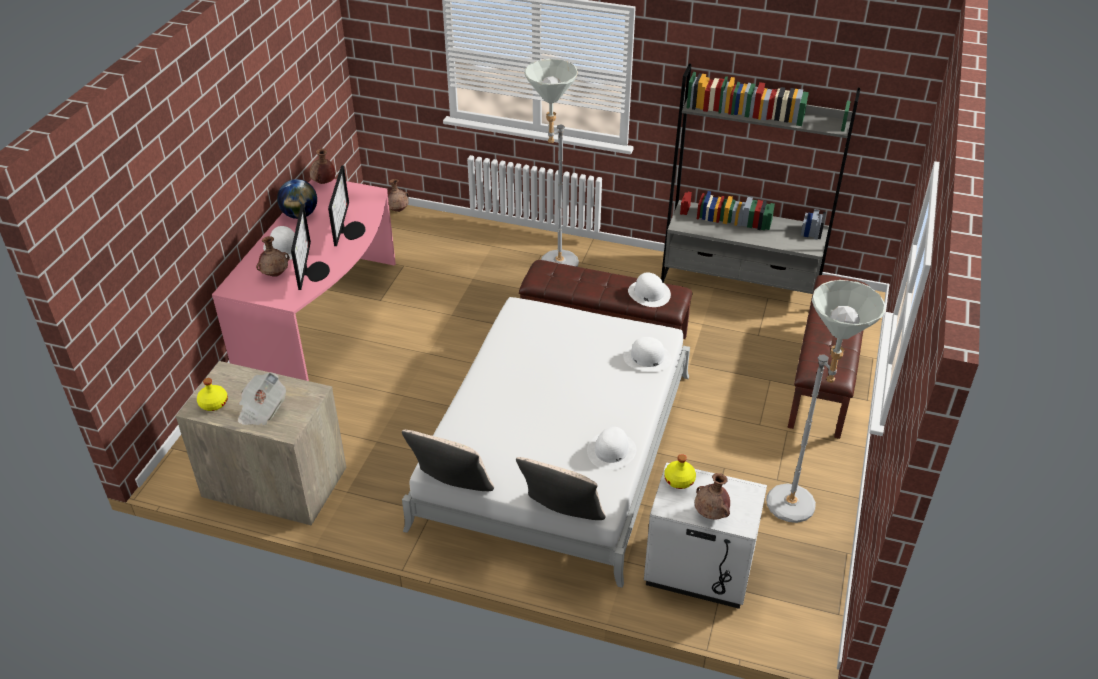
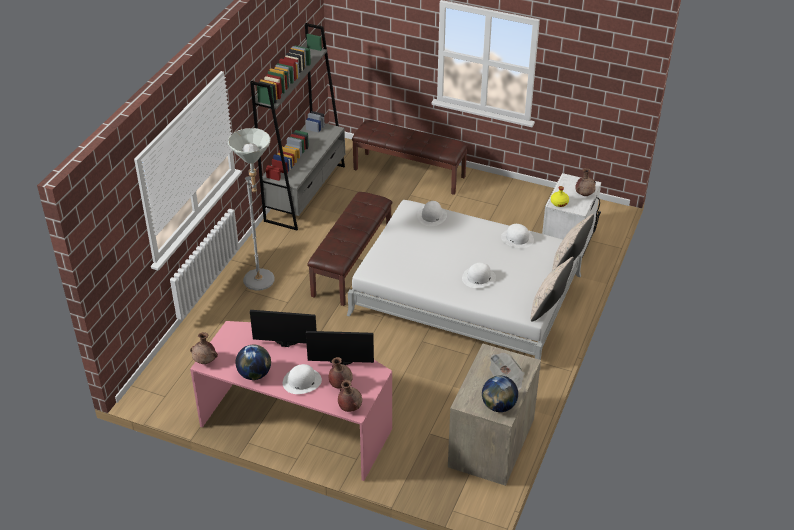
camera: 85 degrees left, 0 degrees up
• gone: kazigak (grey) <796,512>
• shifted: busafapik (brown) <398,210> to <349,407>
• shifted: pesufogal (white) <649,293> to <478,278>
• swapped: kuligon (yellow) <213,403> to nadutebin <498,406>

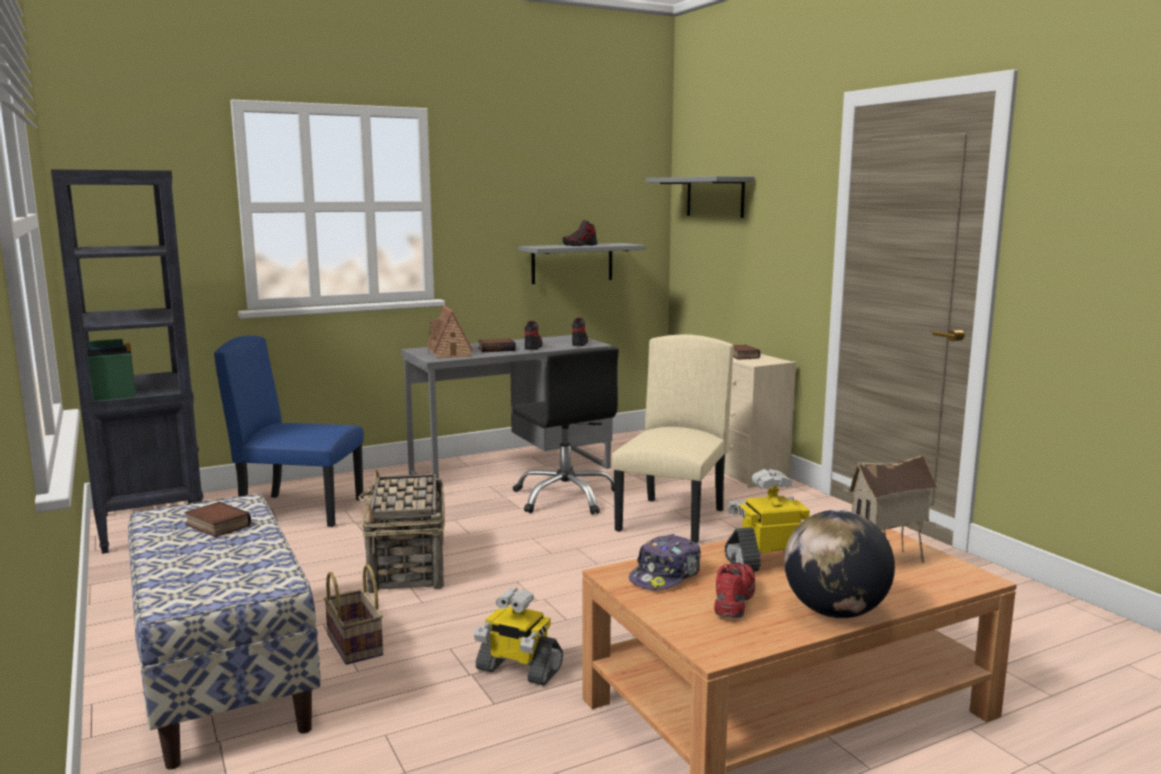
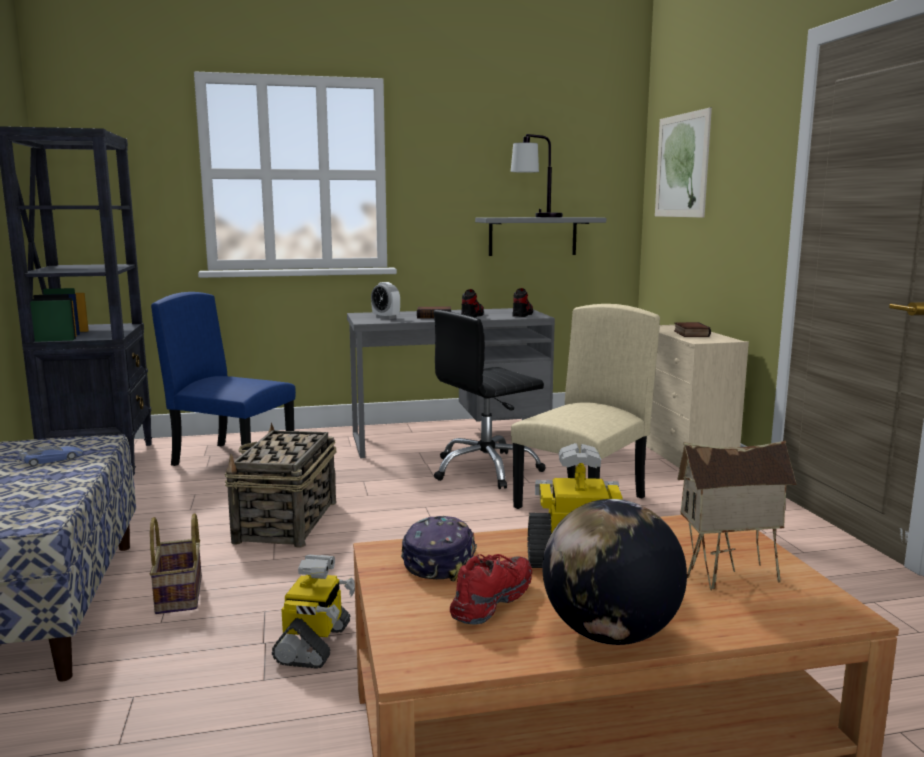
camera: 15 degrees right, 0 degrees up
• swapped: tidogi <216,525> to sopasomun <52,460>
• swapped: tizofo <450,353> to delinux <386,317>
• swapped: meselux <580,245> to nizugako <536,217>
• swapped: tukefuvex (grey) <715,197> to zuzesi <682,166>
• rotated: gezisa <518,669> = <315,644> 120 degrees counterclockwise
• rotated: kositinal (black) <566,497> = <486,469> 75 degrees clockwise
• rotated: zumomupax <666,575> = <439,560> 135 degrees clockwise

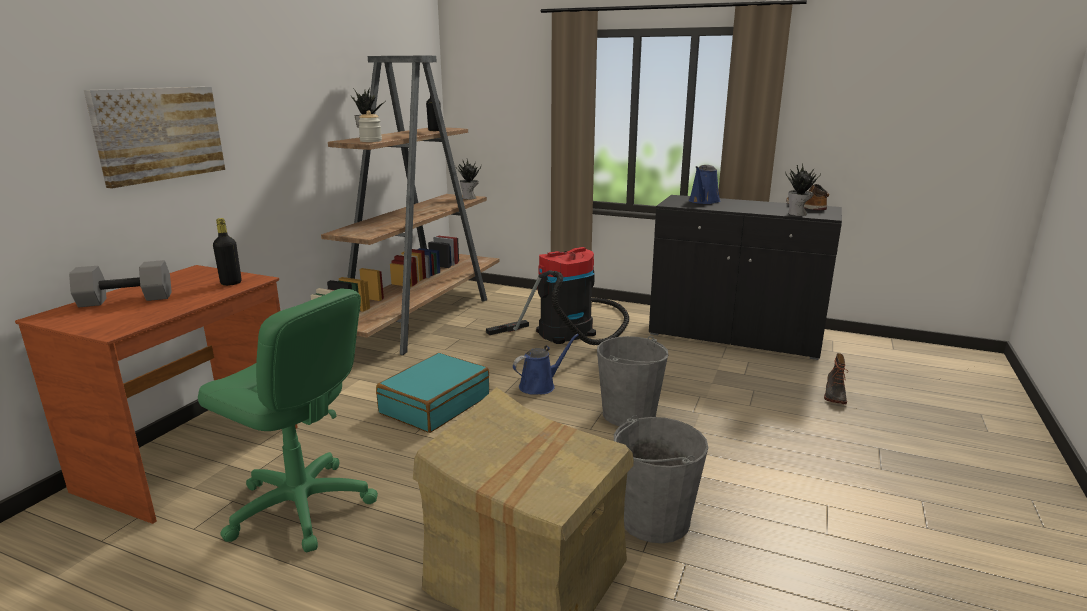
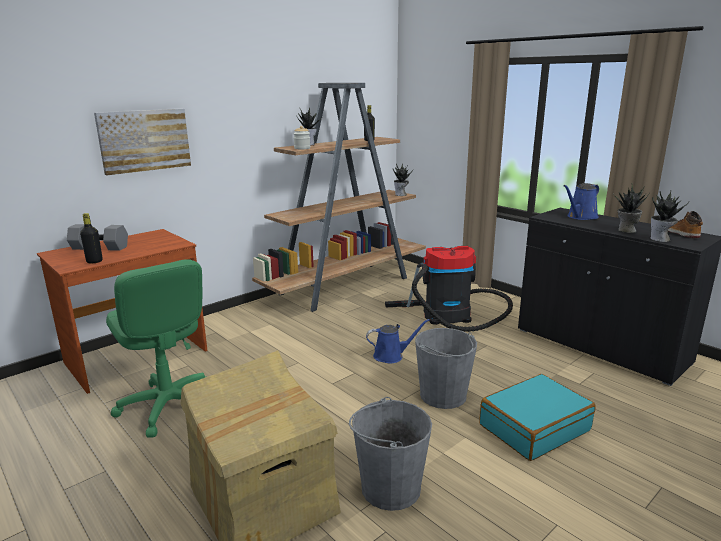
camera: 25 degrees right, 0 degrees up
• gone: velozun <834,395>
• new: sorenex <626,230>
• shifted: kuligon (black) <231,283> to <94,261>
• shifted: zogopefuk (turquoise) <435,404> to <534,427>

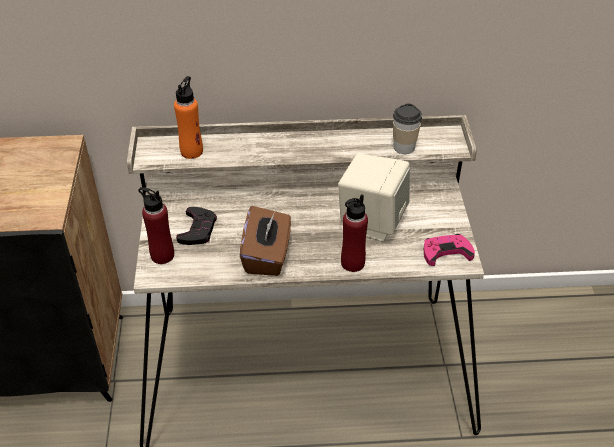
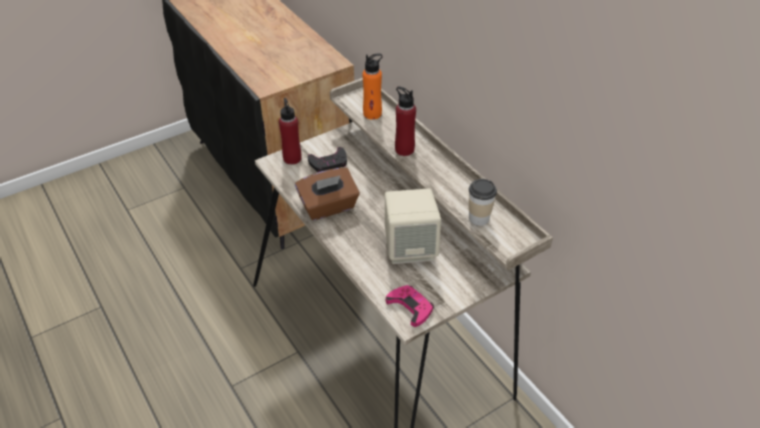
camera: 60 degrees right, 0 degrees up
• shifted: kuligon (red) <352,263> to <404,149>

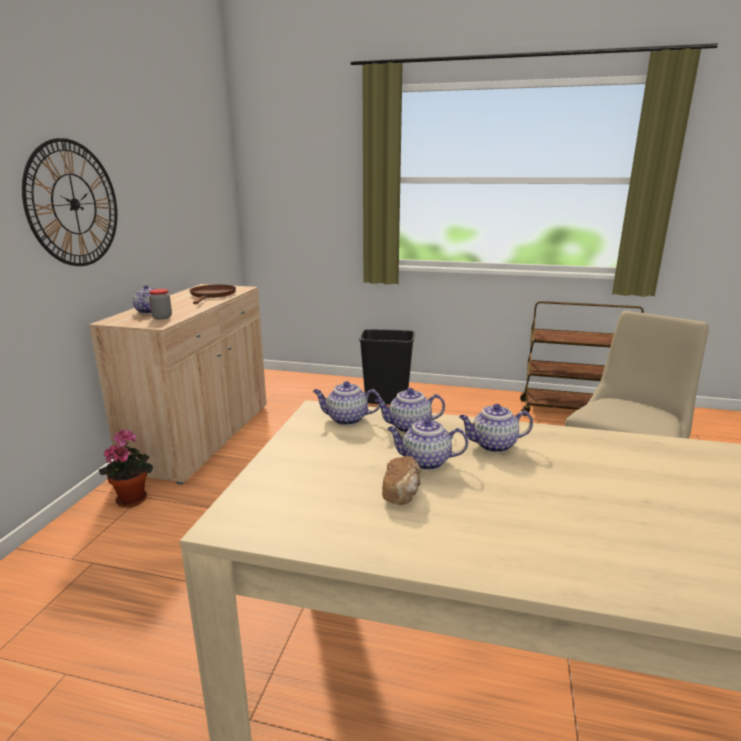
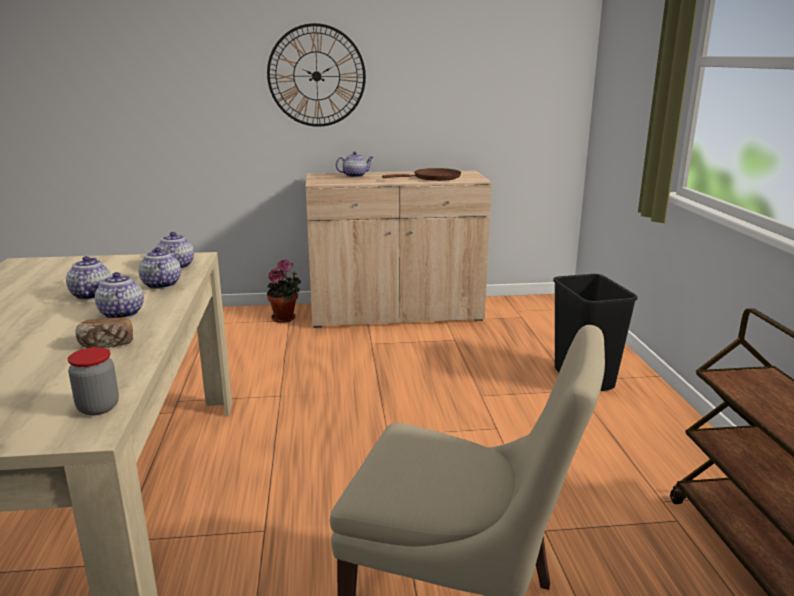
camera: 70 degrees right, 0 degrees up
• shifted: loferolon <162,317> to <98,407>
• shifted: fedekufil <402,492> to <107,344>

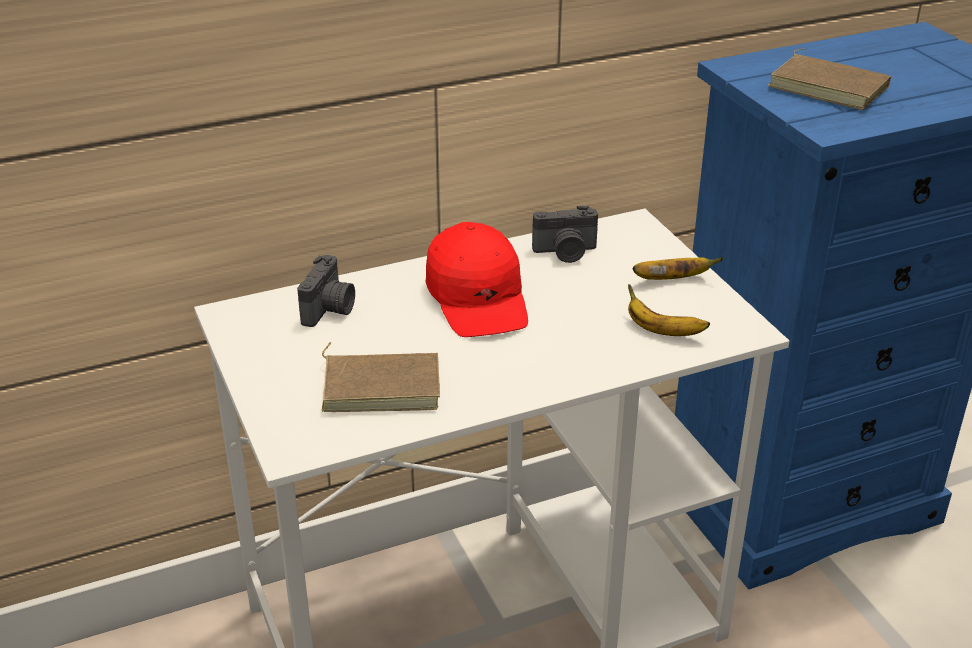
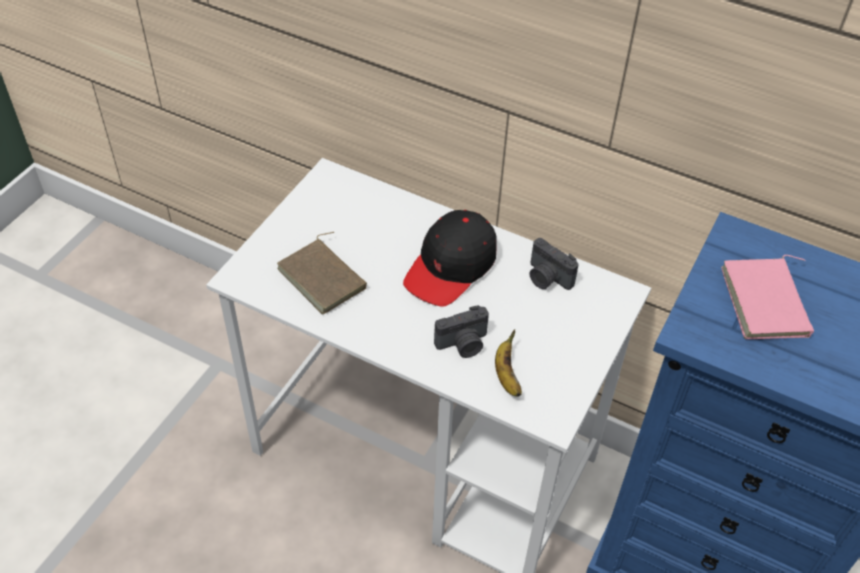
camera: 50 degrees right, 15 degrees up
• gone: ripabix <672,279>
• shifted: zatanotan <330,309> to <463,344>
• repainted: zumomupax (red) <478,298> to zumomupax (black) <451,267>
• repainted: tidogi (brown) <830,86> to tidogi (pink) <768,303>

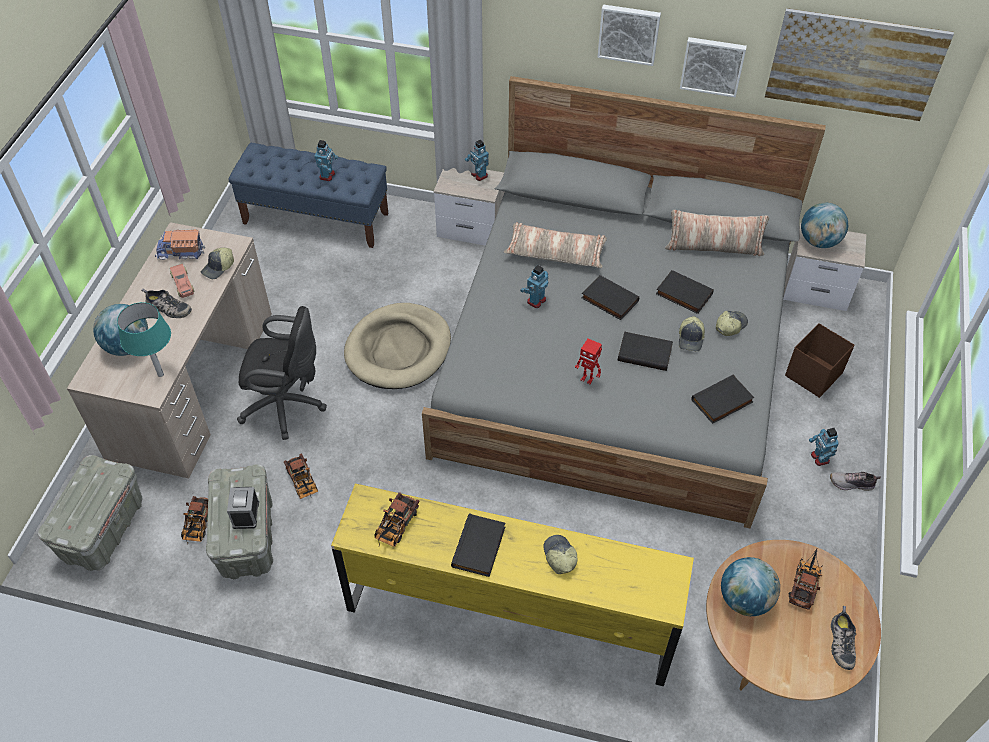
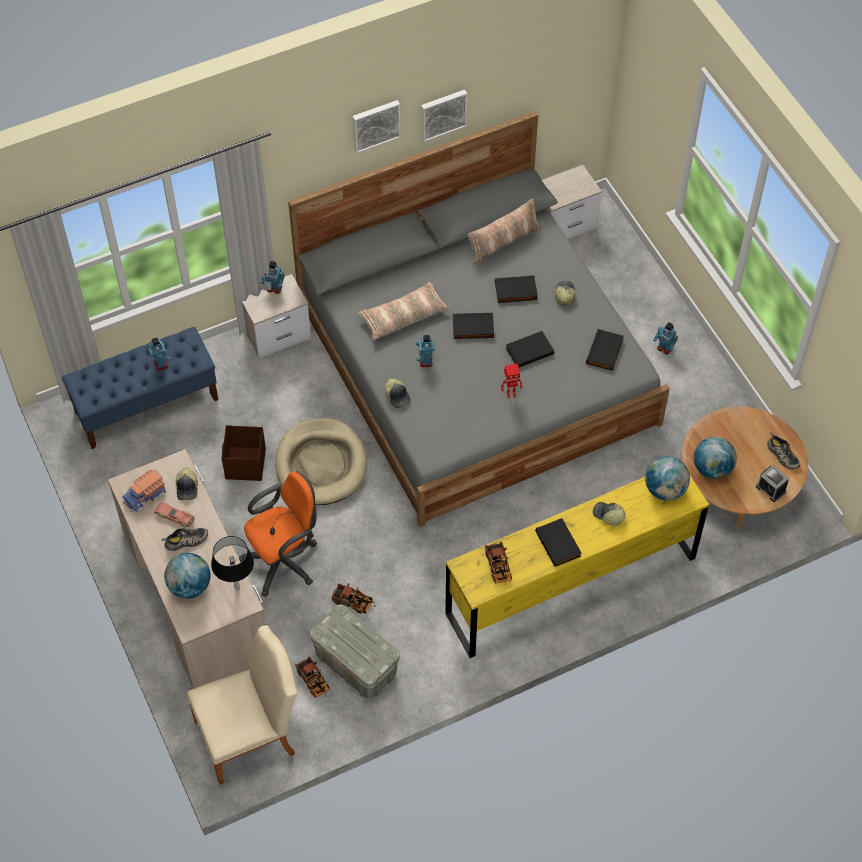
camera: 40 degrees left, 5 degrees up
• gone: zuzesi <854,64>
• gone: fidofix <805,583>
• gone: meselux <852,484>
• shifted: delinux <246,514> to <770,489>
• shifted: zumomupax <691,339> to <397,396>
• shifted: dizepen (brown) <812,375> to <245,464>
• shifted: nadutebin <819,241> to <665,490>
• swapped: dizepen (grey) <103,530> to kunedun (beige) <251,734>
• repainted: nizugako (turquoise) <160,374> to nizugako (black) <237,588>
• repainted: kositinal (black) <287,406> to kositinal (orange) <285,560>

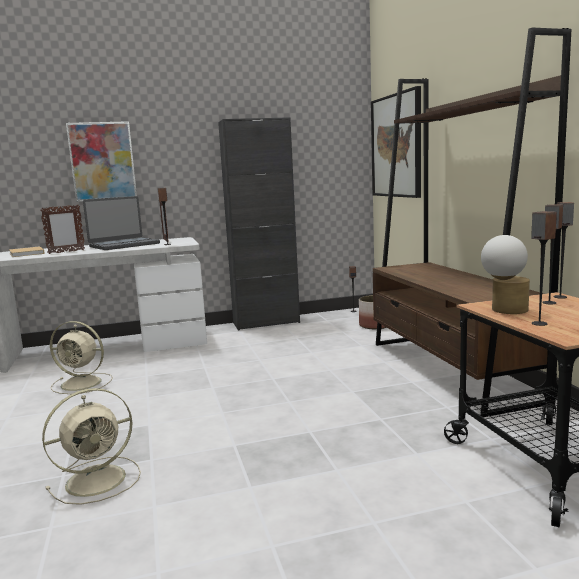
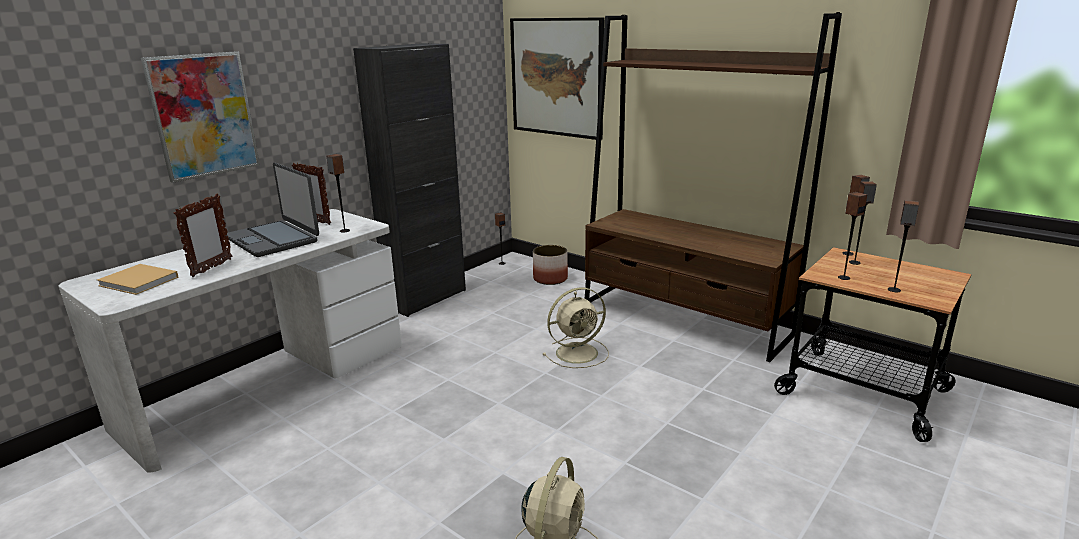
camera: 35 degrees left, 10 degrees up
• shifted: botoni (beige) <83,383> to <578,352>
• swapped: nizugako <504,310> to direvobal <843,277>
• rotated: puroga <124,245> = <273,239> 120 degrees clockwise

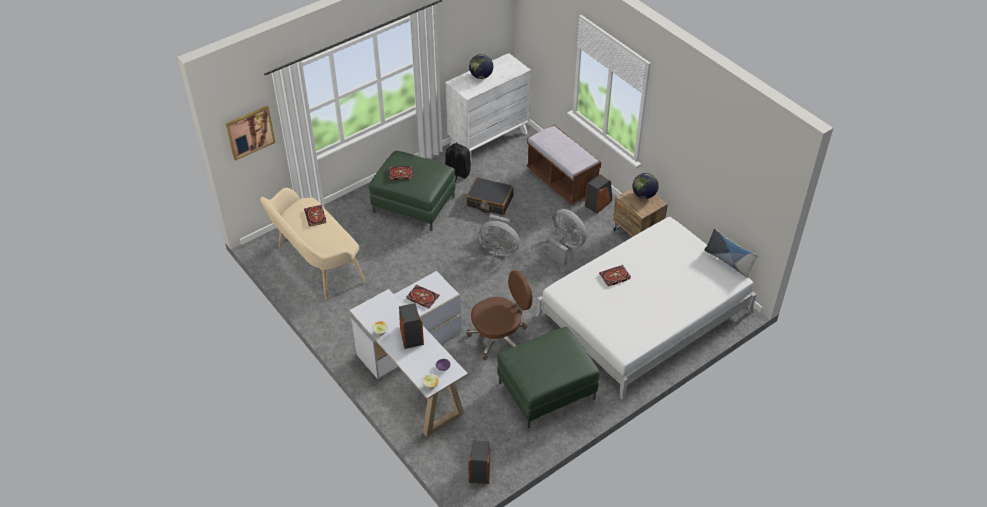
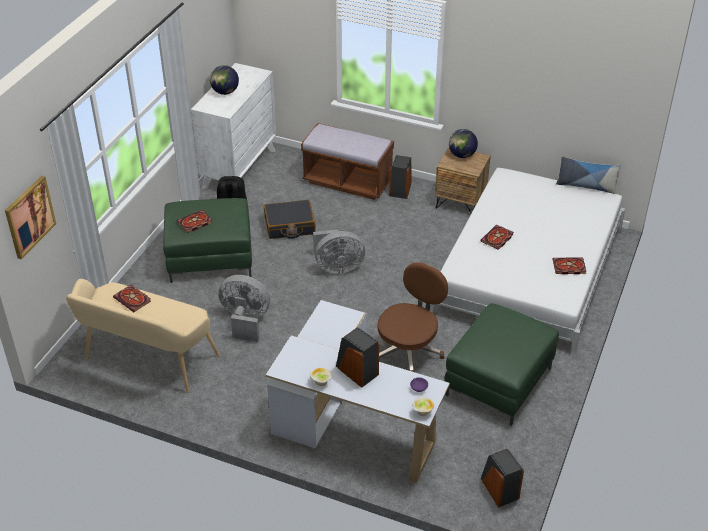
camera: 30 degrees left, 5 degrees down
• shifted: tidogi <421,297> to <568,267>
• shifted: botoni (grey) <565,247> to <245,321>

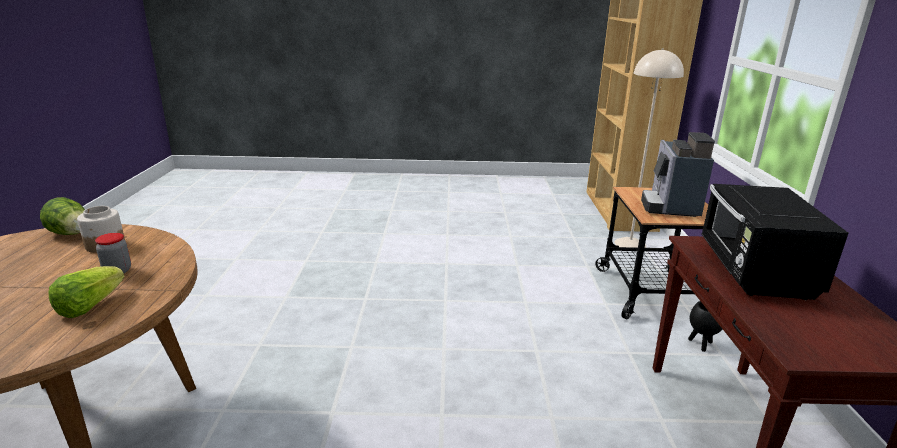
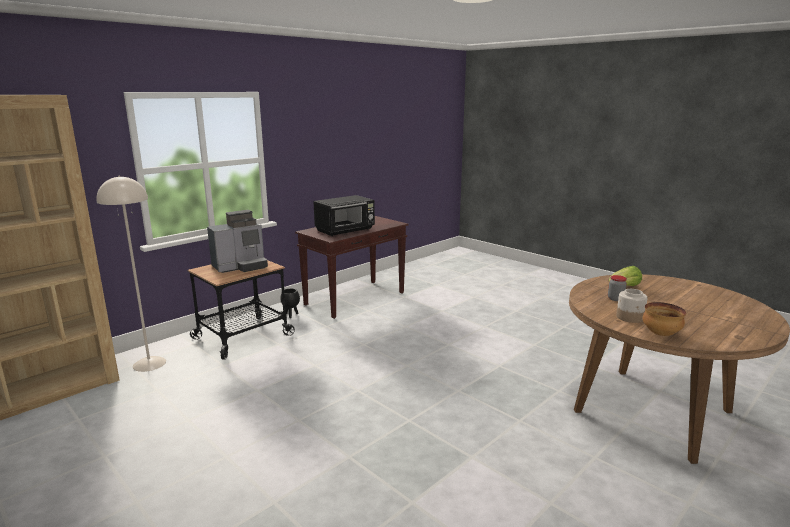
camera: 135 degrees left, 5 degrees down
• swapped: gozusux <72,234> to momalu <660,334>

